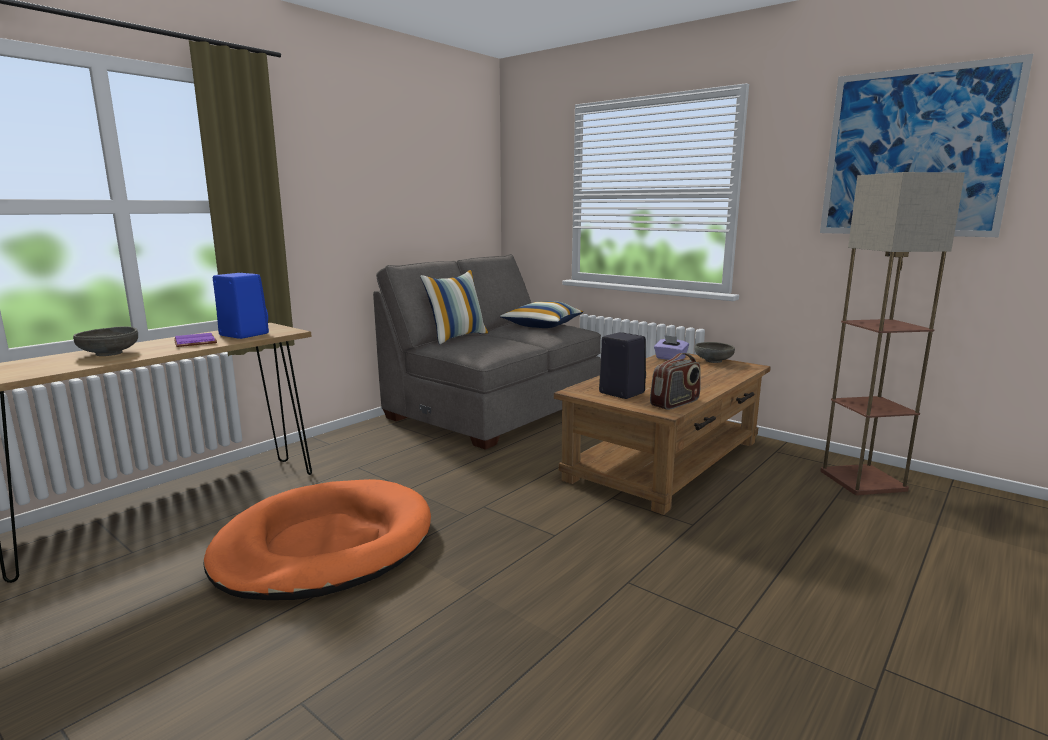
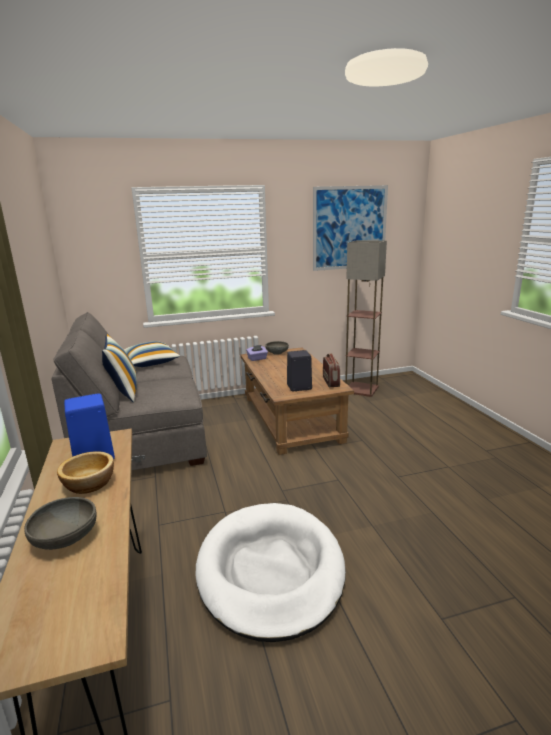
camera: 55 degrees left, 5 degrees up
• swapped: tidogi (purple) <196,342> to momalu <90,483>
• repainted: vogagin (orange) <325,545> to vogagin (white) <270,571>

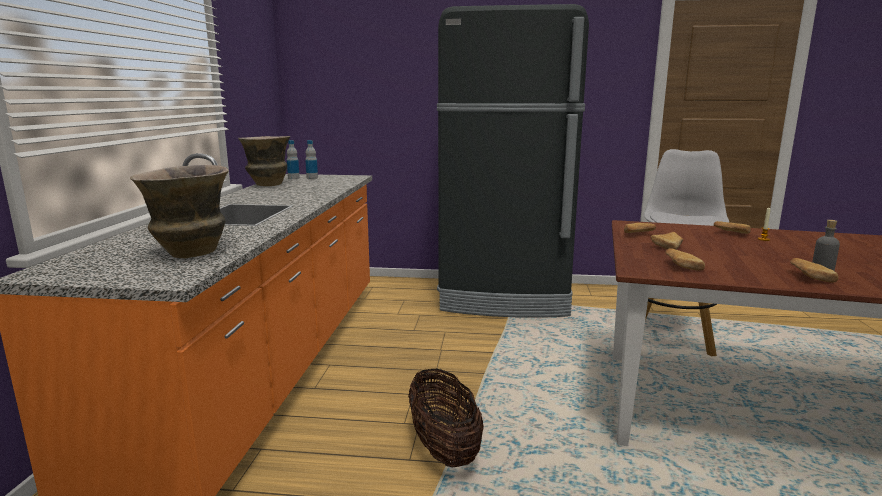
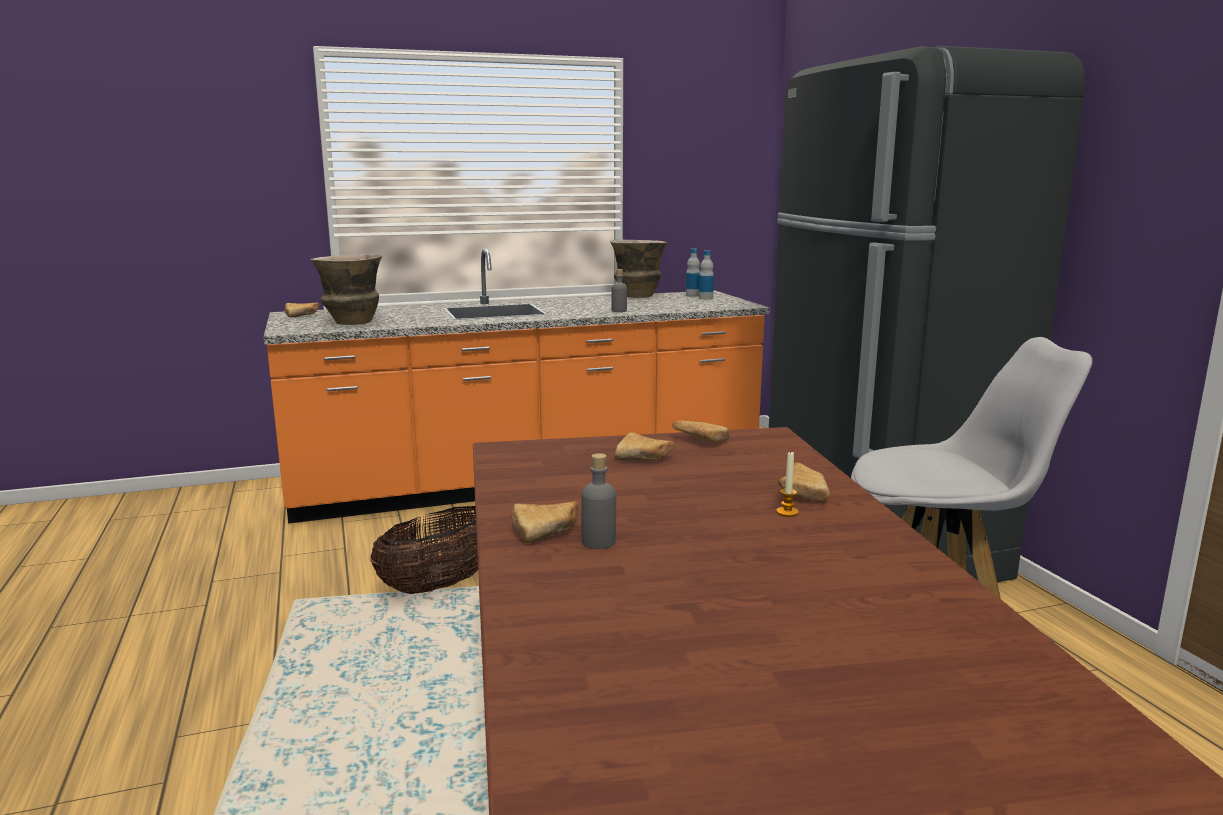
camera: 65 degrees right, 0 degrees up
• new: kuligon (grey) <619,311>
• shifted: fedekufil <680,266> to <303,315>

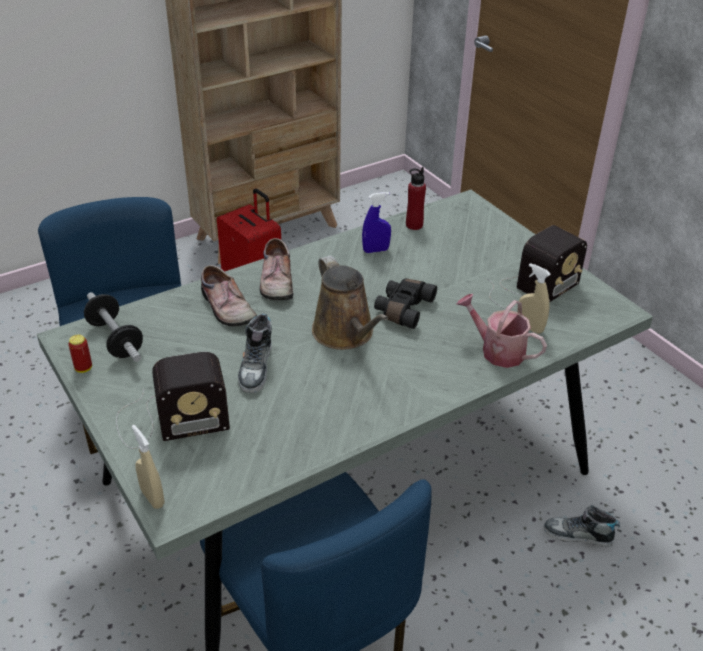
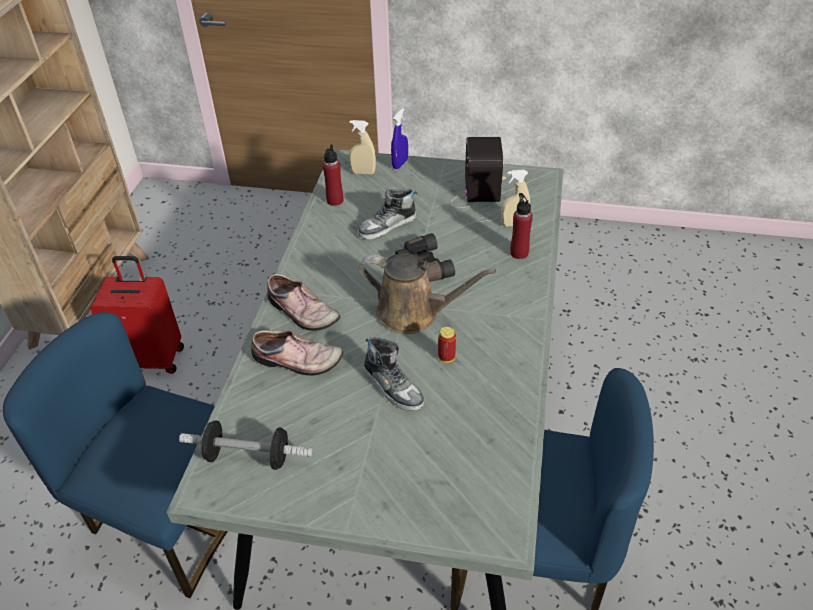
camera: 45 degrees left, 5 degrees up
• gone: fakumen <168,420>
• shifted: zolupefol <83,368> to <446,357>
• shifted: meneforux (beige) <152,498> to <363,172>
• shifted: meneforux (blue) <376,250> to <400,164>
• shifted: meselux <578,535> to <387,226>
• swapped: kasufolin <497,350> to kuligon (red) <519,253>

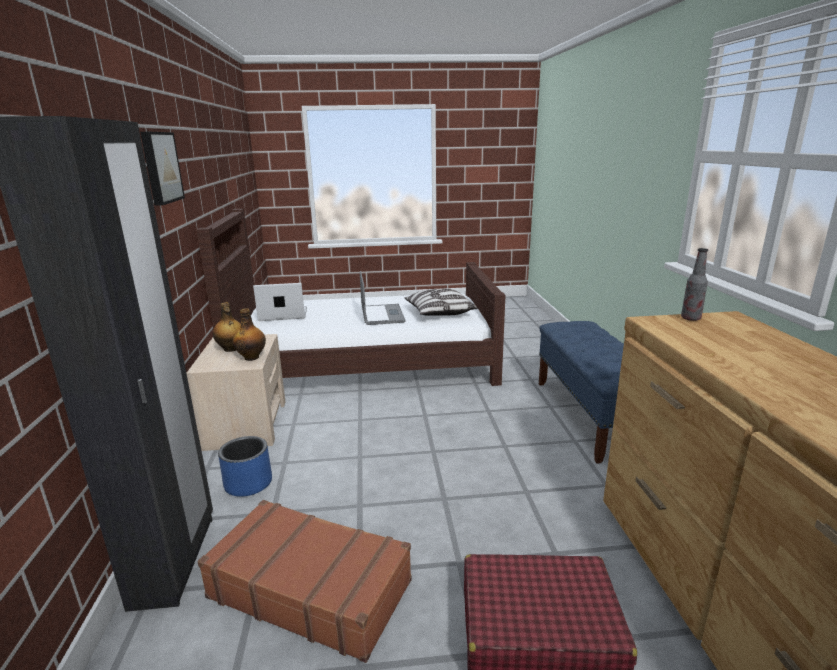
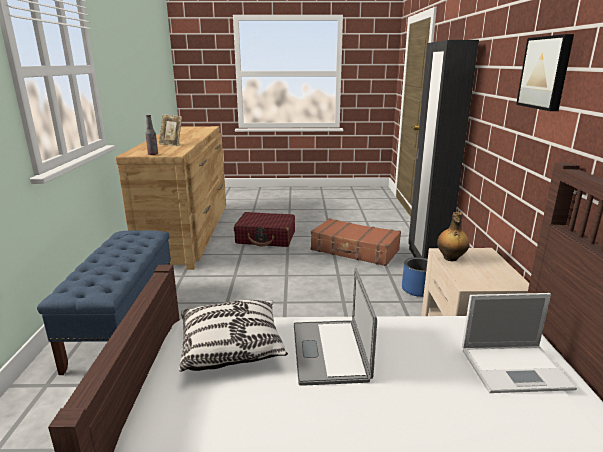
camera: 175 degrees left, 0 degrees up
• gone: kuligon <231,349>
• new: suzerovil <171,144>

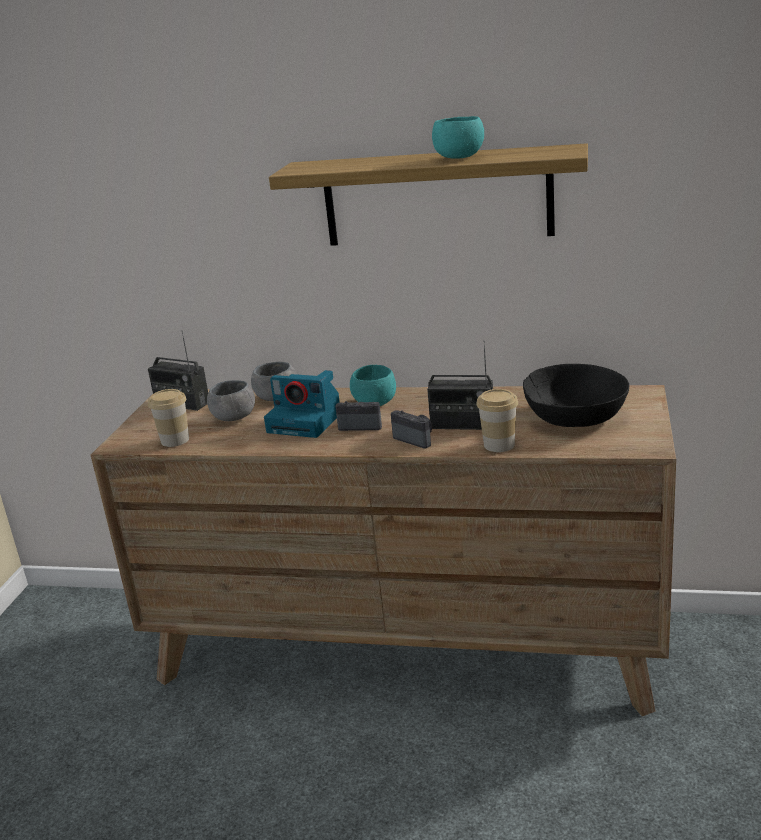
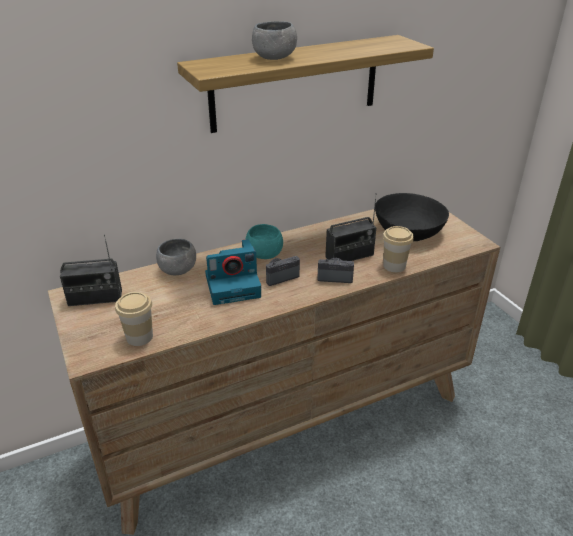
camera: 40 degrees left, 10 degrees up
• gone: momalu (turquoise) <459,157>
• shifted: momalu (grey) <234,417> to <274,58>

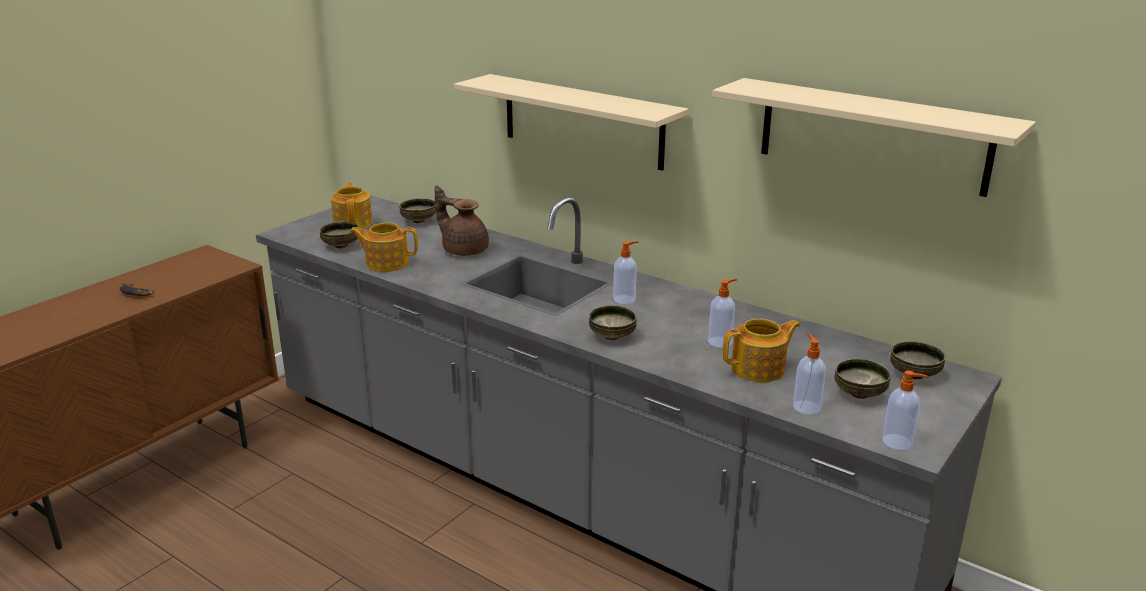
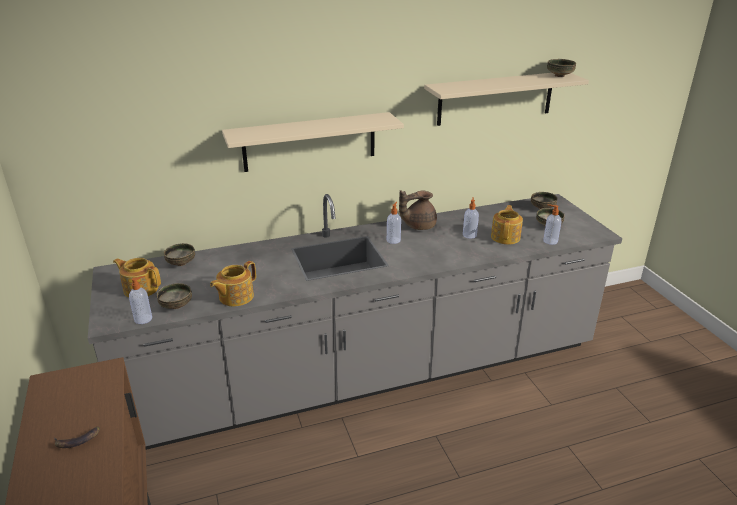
camera: 55 degrees left, 5 degrees up
• shifted: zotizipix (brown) <464,250> to <418,225>
• shifted: momalu <612,336> to <559,76>
• shifted: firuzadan <898,442> to <144,319>

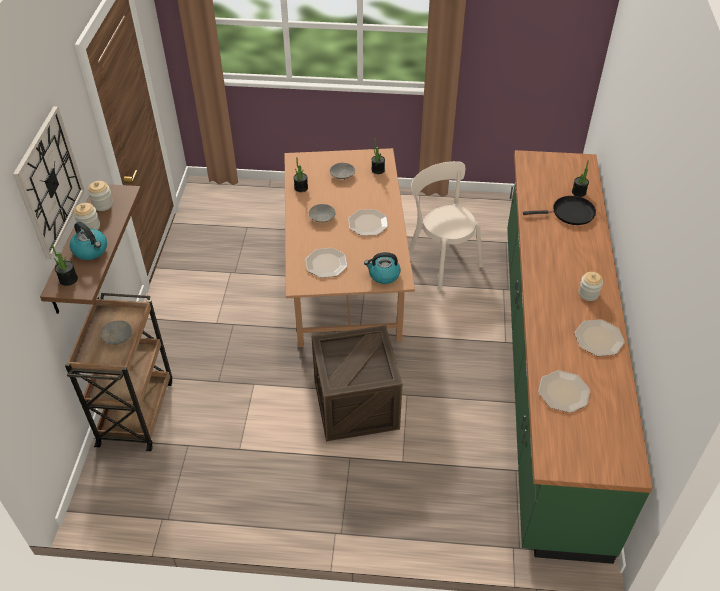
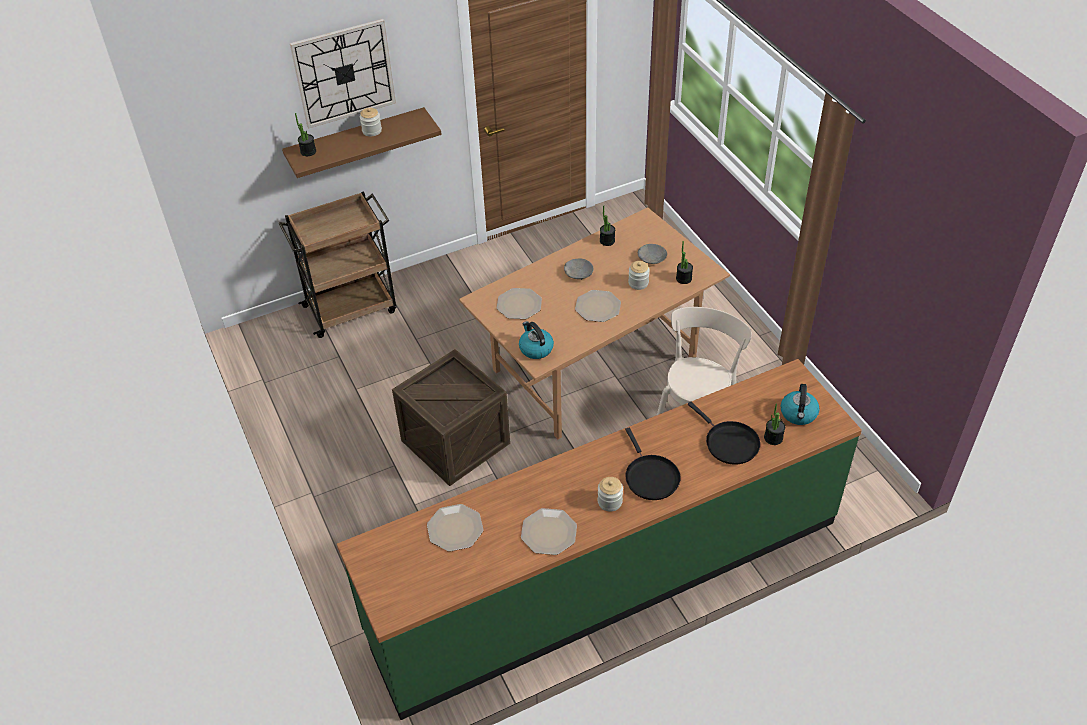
camera: 60 degrees right, 0 degrees up
• gone: momalu (grey) <117,337>
• new: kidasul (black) <650,477>
• shifted: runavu <91,250> to <798,414>
• shifted: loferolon <103,204> to <638,283>

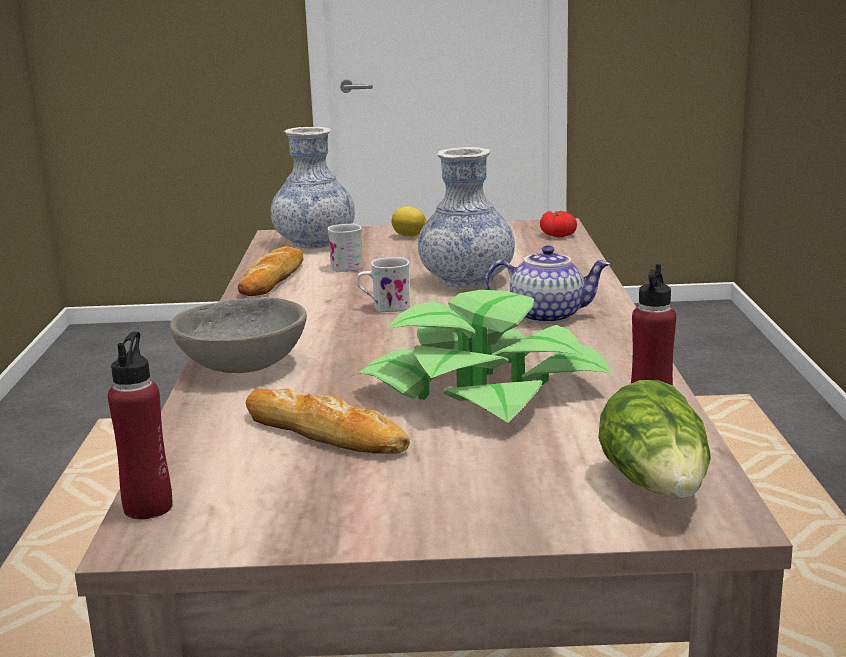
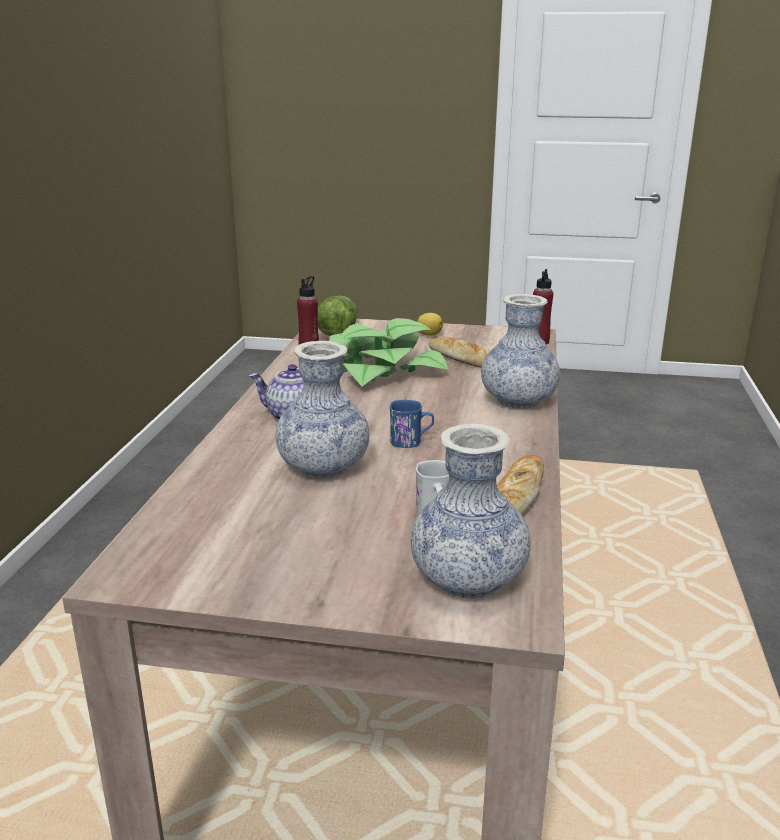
camera: 170 degrees left, 5 degrees up
• gone: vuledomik <557,235>
• shifted: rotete <410,236> to <428,335>
• swapped: momalu (grey) <242,365> to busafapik <518,401>
• repainted: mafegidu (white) <385,307> to mafegidu (blue) <411,442>

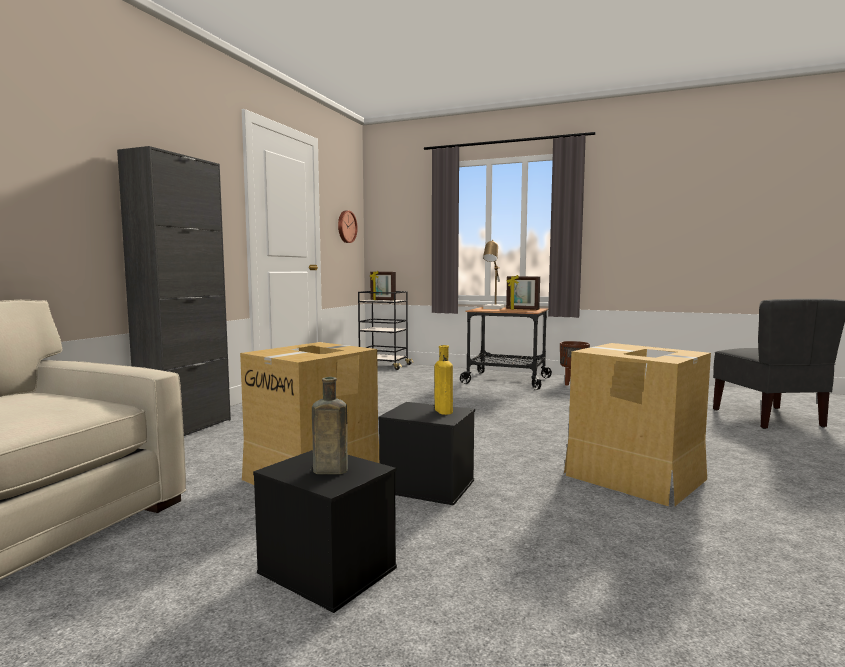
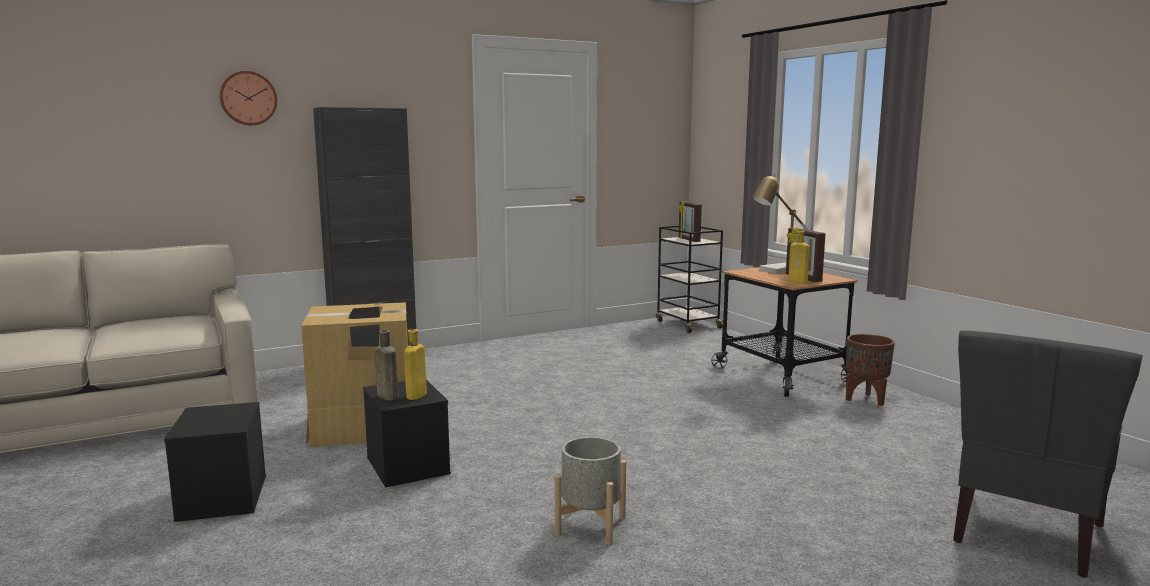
camera: 40 degrees right, 5 degrees up
• new: kuligon (yellow) <799,282>
• shifted: kuligon (brown) <328,471> to <386,396>
• shifted: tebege <346,226> to <248,98>
• swapped: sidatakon <634,477> to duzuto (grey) <591,526>

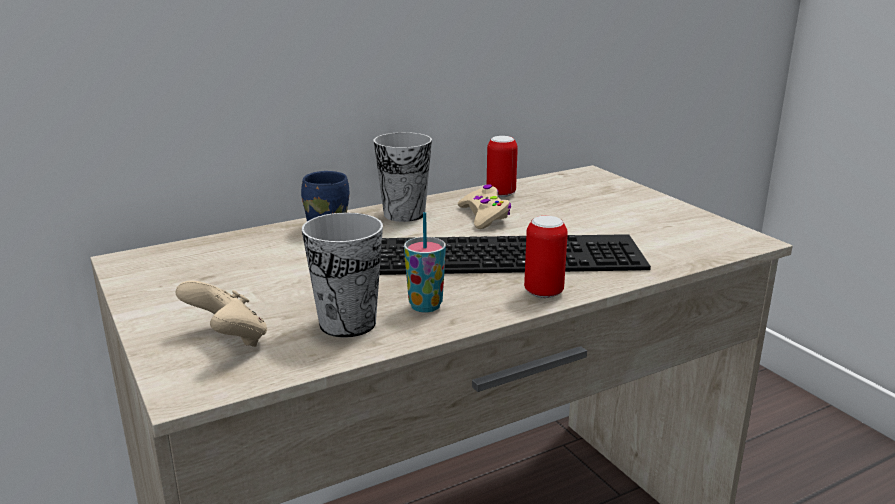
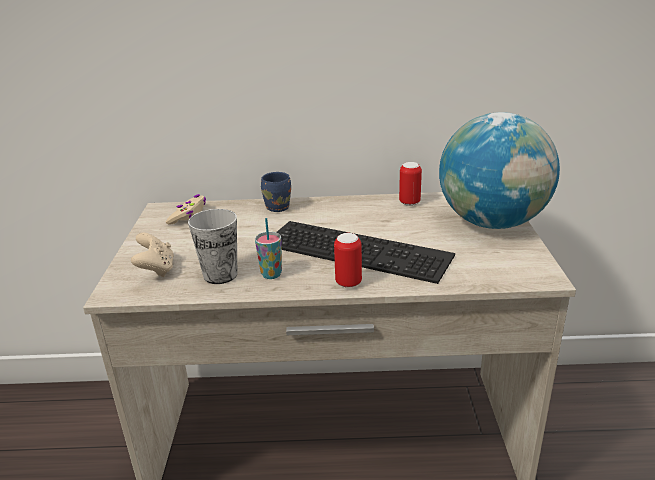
camera: 30 degrees right, 5 degrees up
• gone: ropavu <404,214>
• new: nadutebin <492,222>
• shifted: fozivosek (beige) <484,216> to <188,215>

